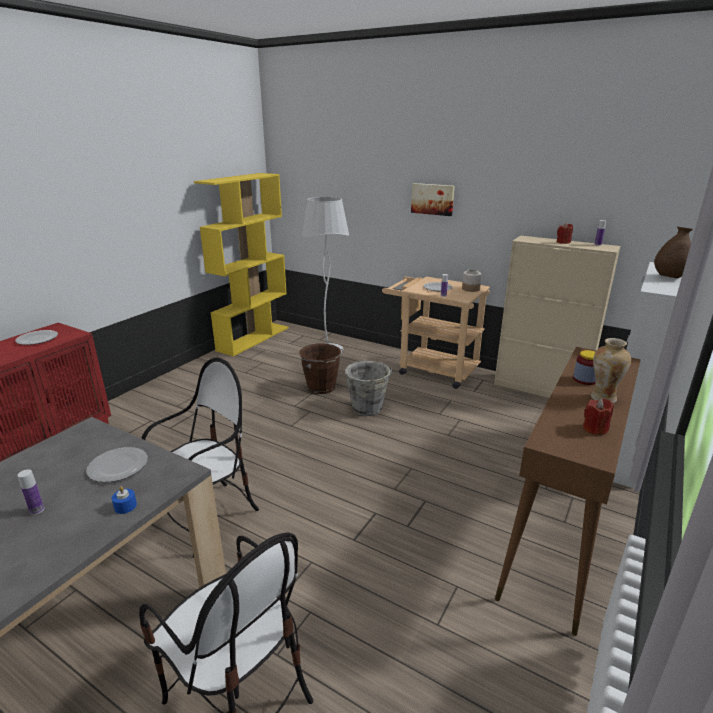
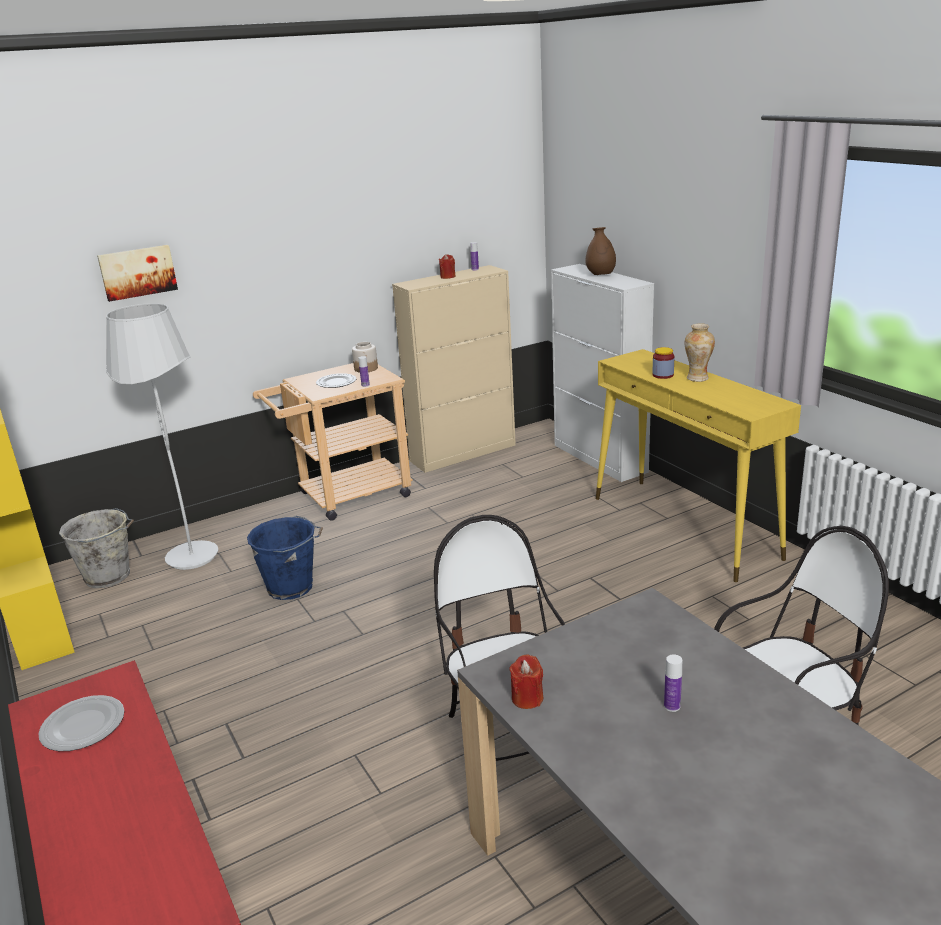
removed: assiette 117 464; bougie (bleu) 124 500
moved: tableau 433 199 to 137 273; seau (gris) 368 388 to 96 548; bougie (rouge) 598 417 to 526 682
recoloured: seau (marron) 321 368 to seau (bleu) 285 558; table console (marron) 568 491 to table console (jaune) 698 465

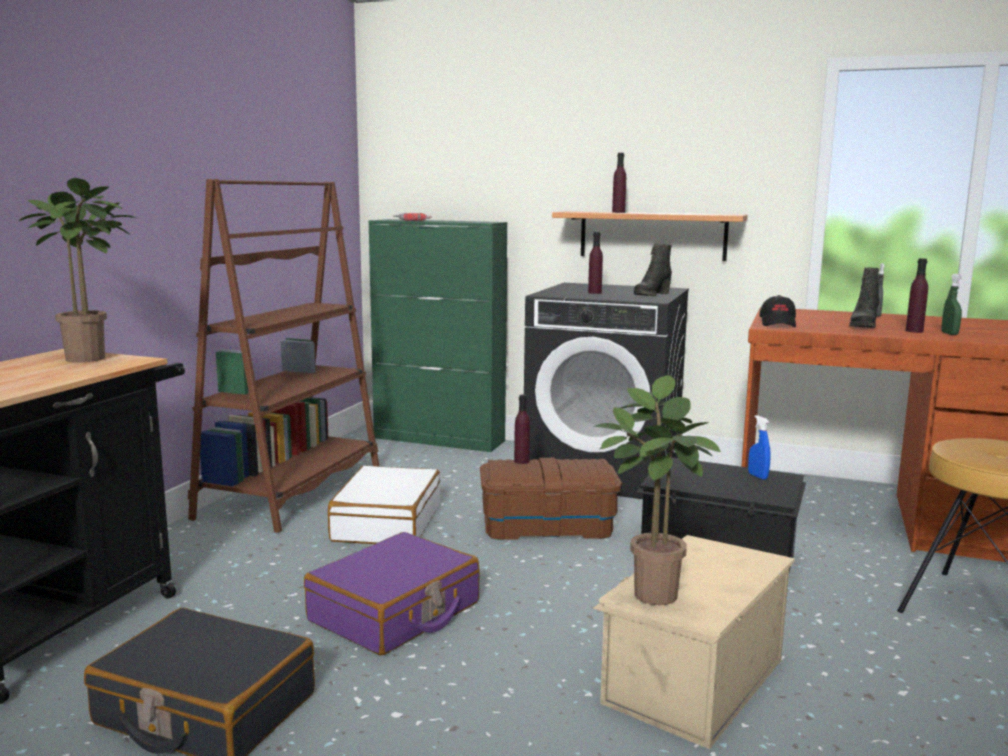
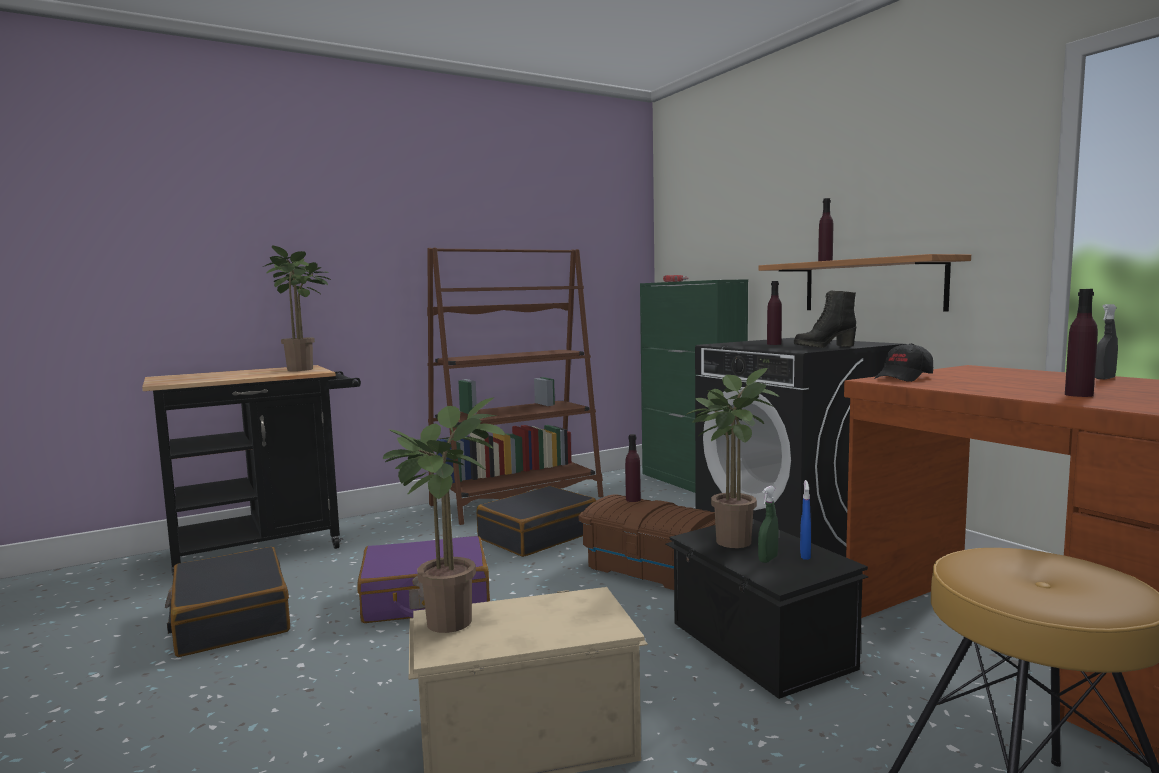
removed: botte (noir) 864 297
added: plante en pot 733 458
moved: vaporisateur (vert) 953 304 to 768 524
recoloured: valise (blanc) 384 505 to valise (noir) 536 521

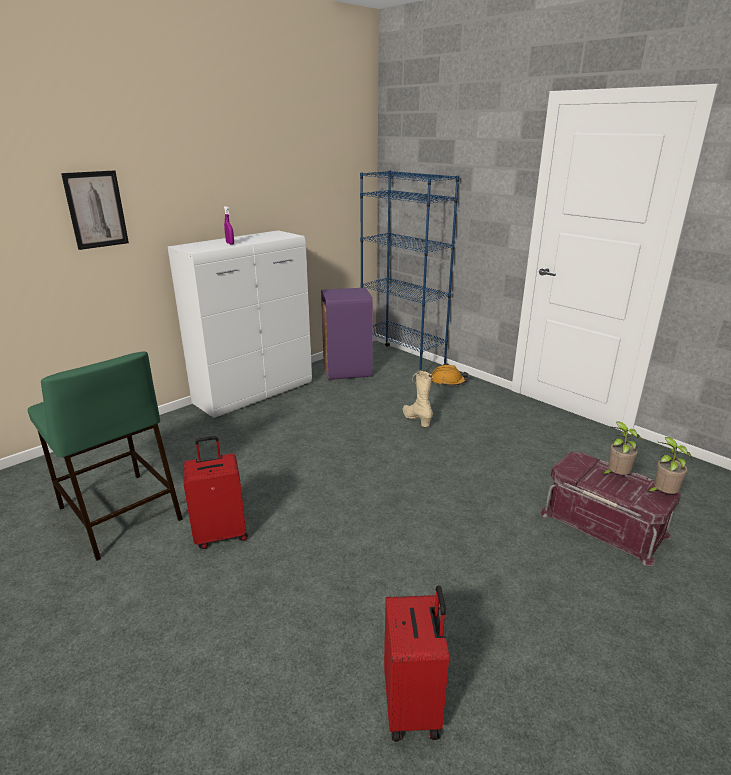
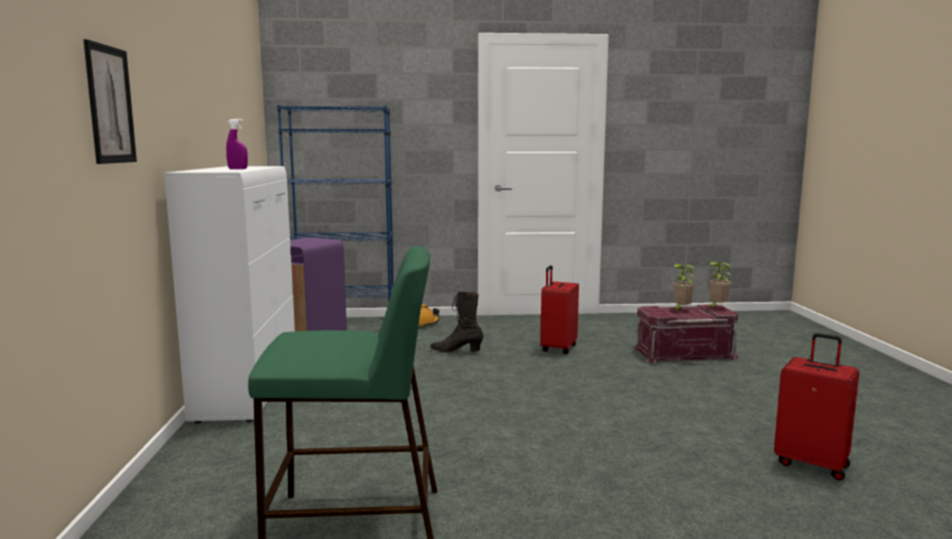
moved: valise (rouge) 215 492 to 559 309
recoloured: botte (beige) 418 398 to botte (noir) 457 322

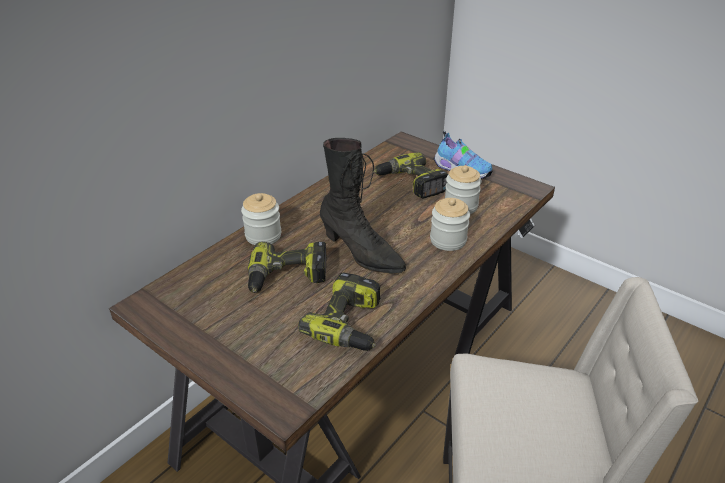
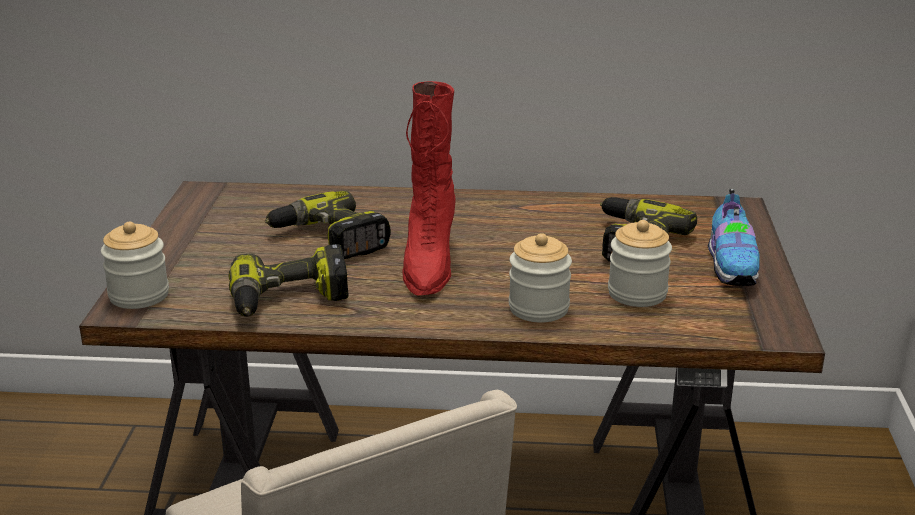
moved: bocal 261 219 to 135 265
recoloured: botte (noir) 363 206 to botte (rouge) 429 188

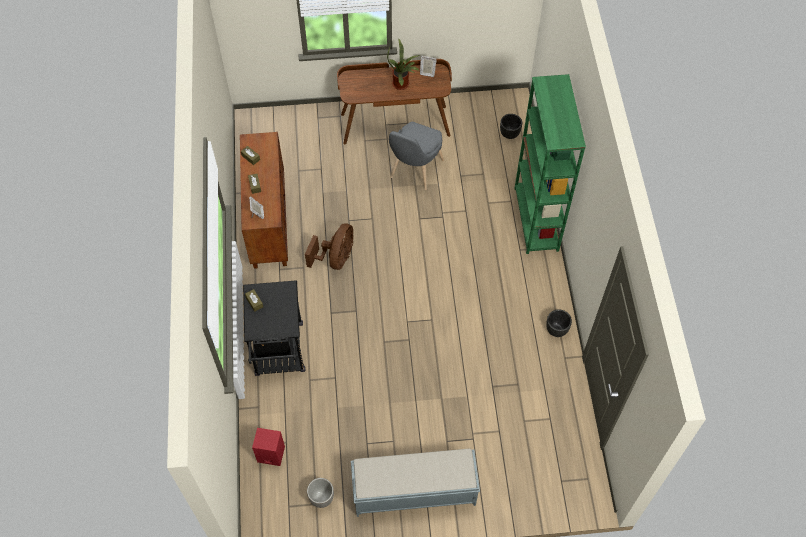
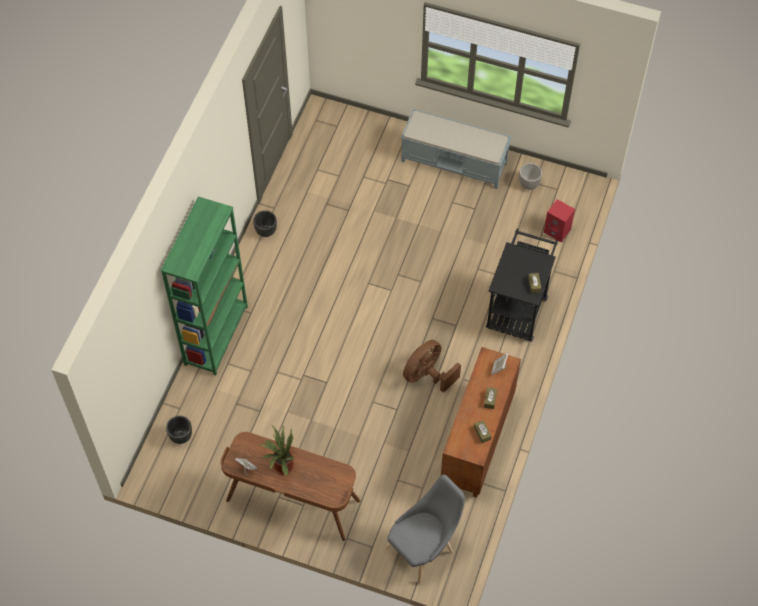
moved: chaise (gris) 416 156 to 425 530

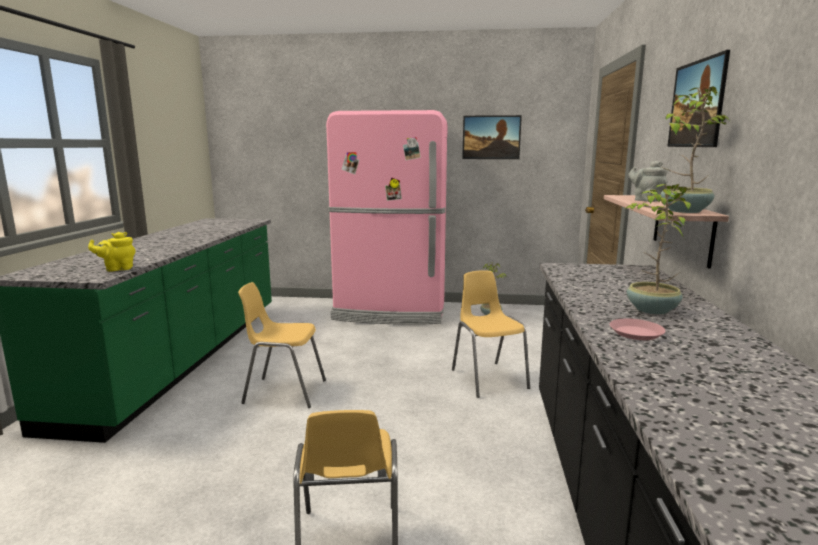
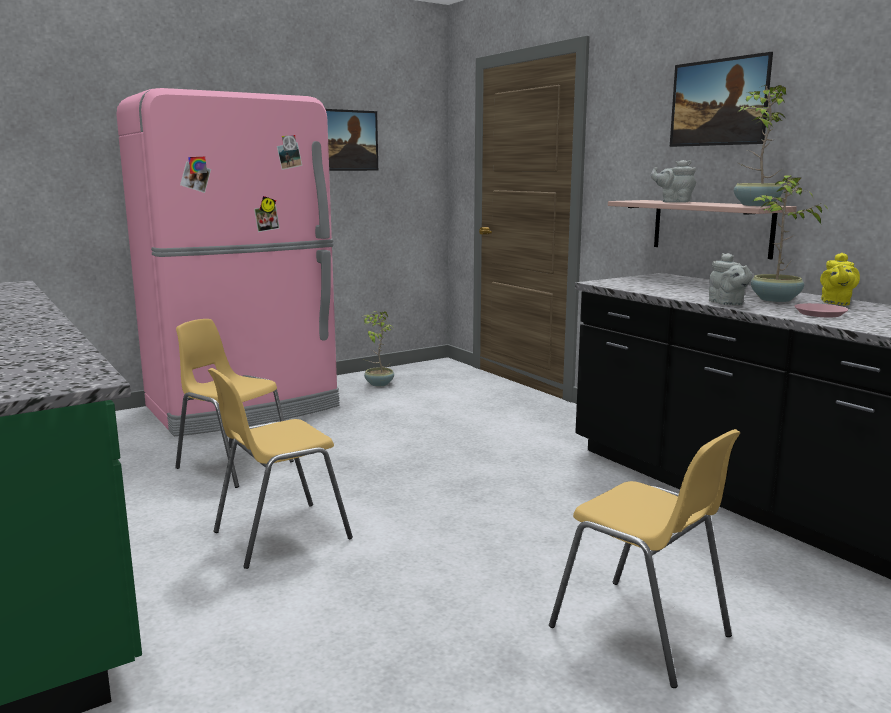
added: théière (gris) 731 279
moved: théière (jaune) 112 252 to 840 279; chaise (jaune) 491 334 to 234 403

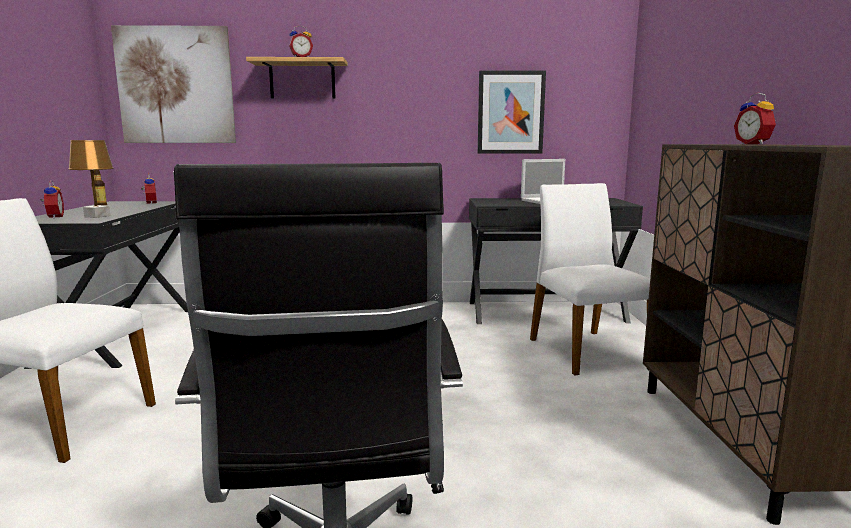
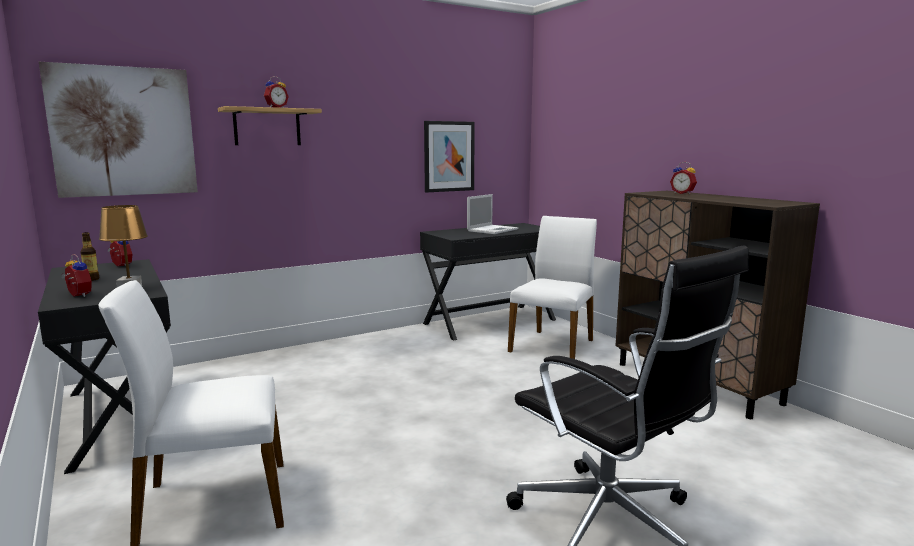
turned: chaise (blanc) 590 279 = 552 287 75 degrees clockwise

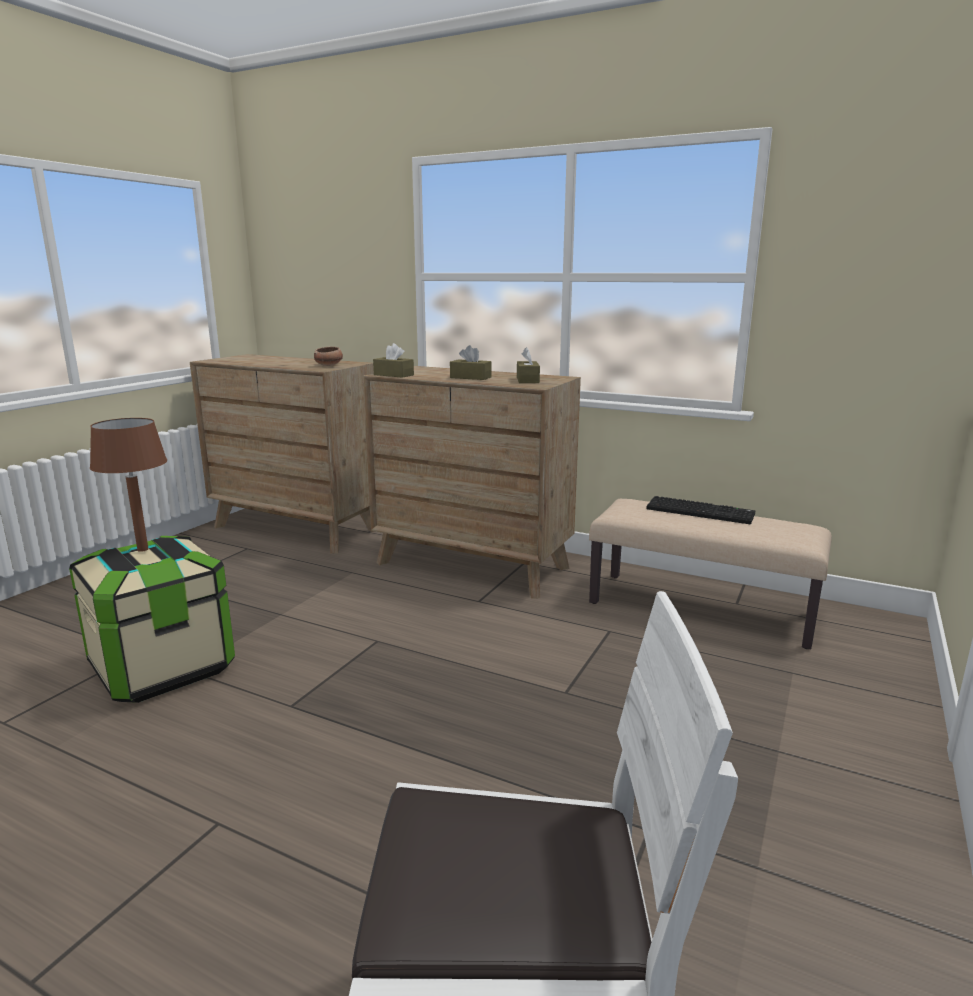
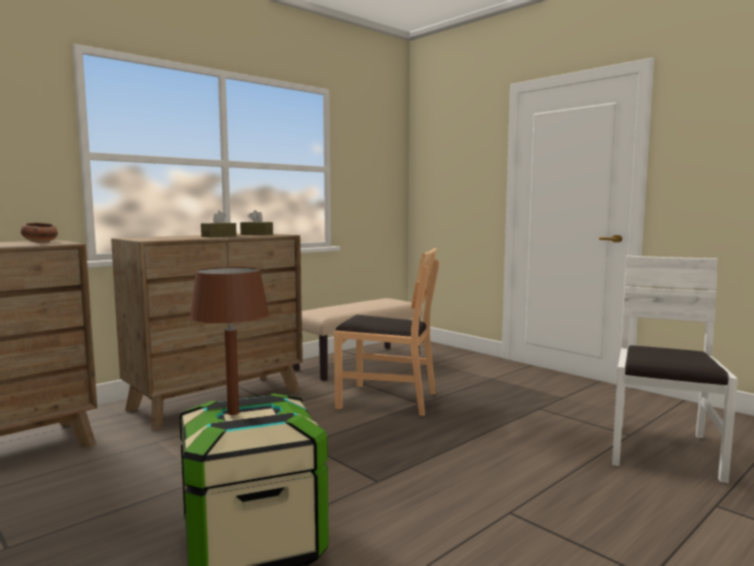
removed: boîte à mouchoirs (marron) 393 360; clavier 701 510
added: chaise (marron) 386 332

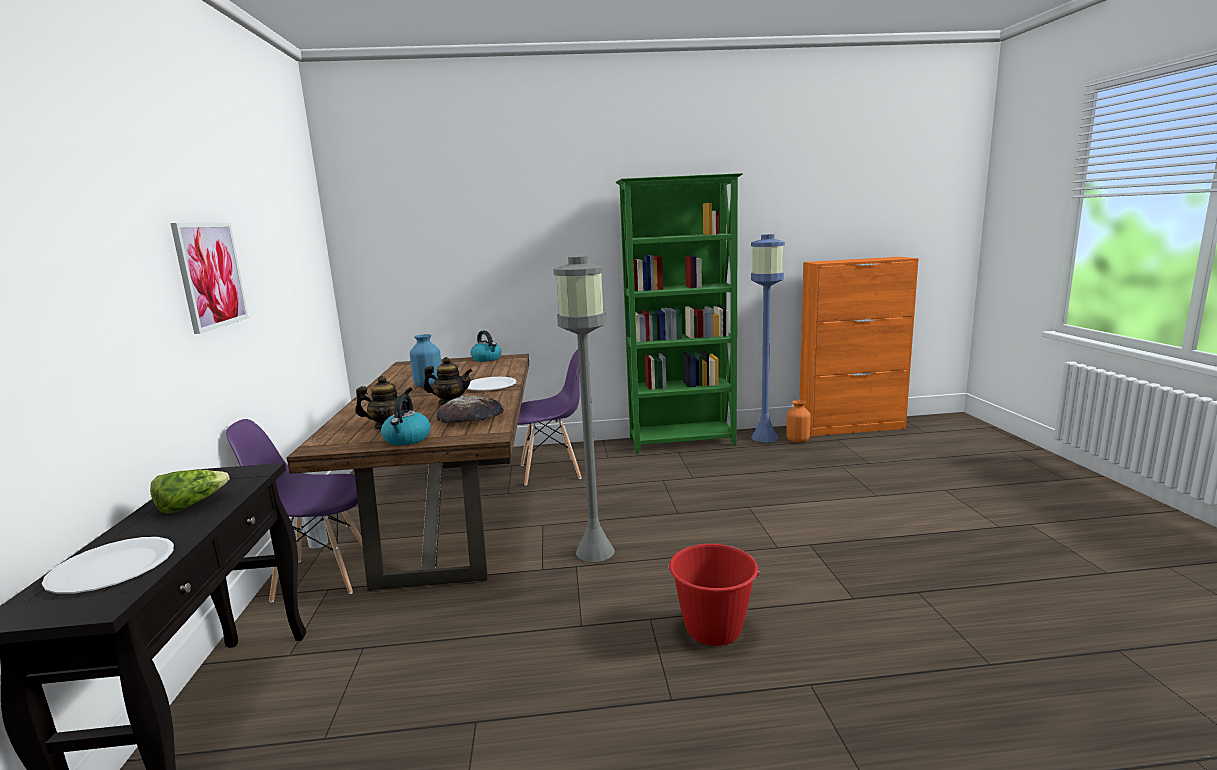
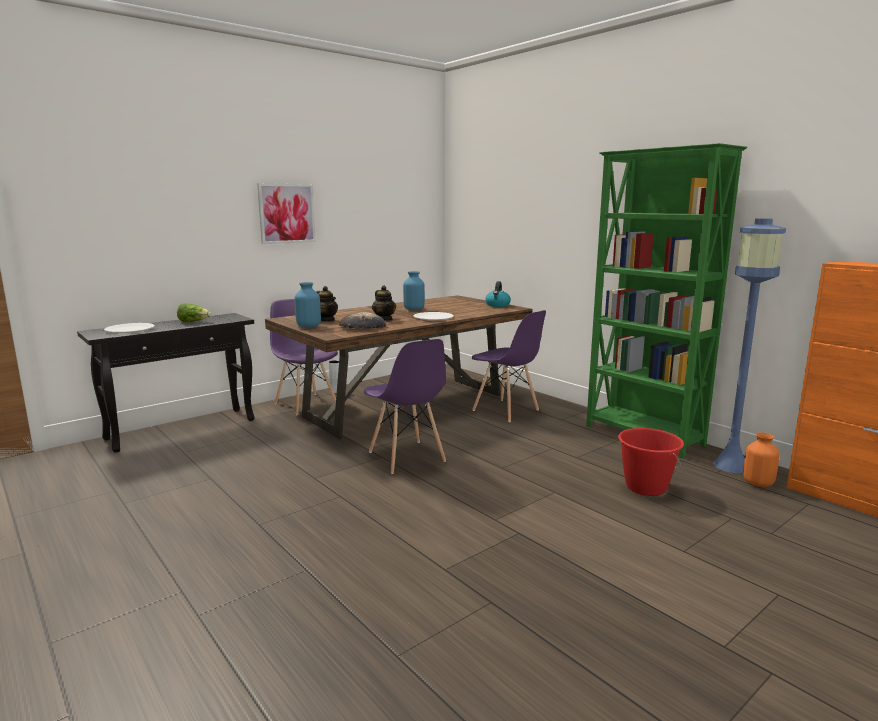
moved: seau (rouge) 714 595 to 651 462
replaced: lampadaire (gris) 584 409 to chaise (violet) 405 406; bouilloire 406 420 to vase (bleu) 308 305

